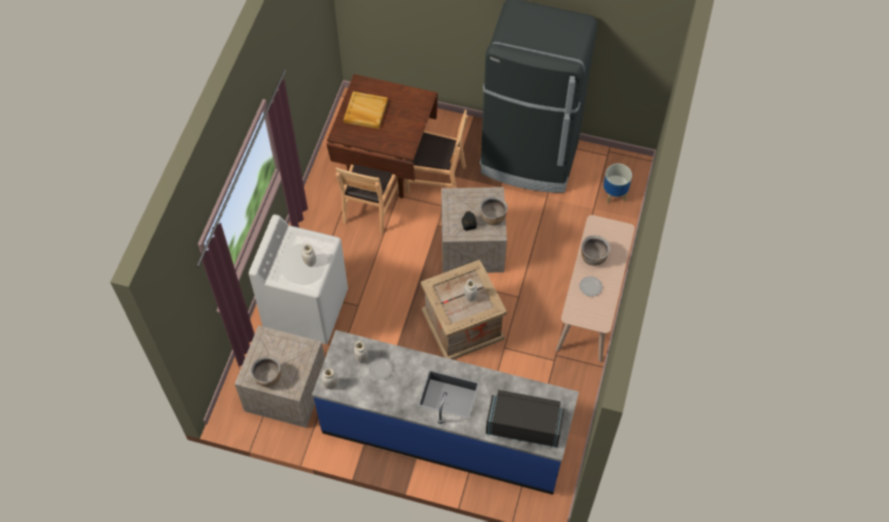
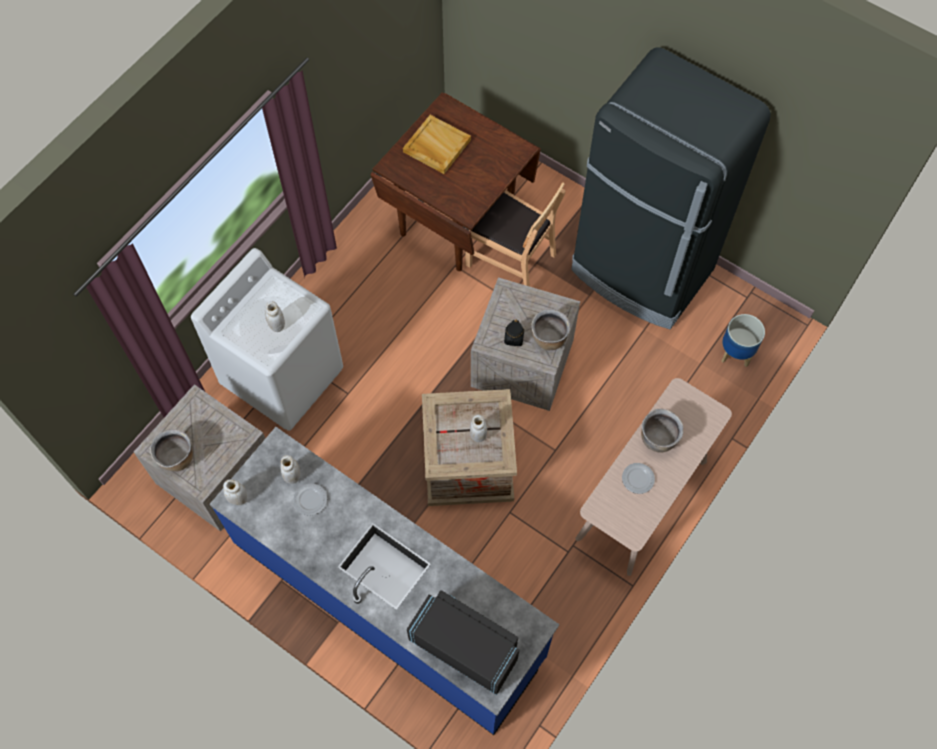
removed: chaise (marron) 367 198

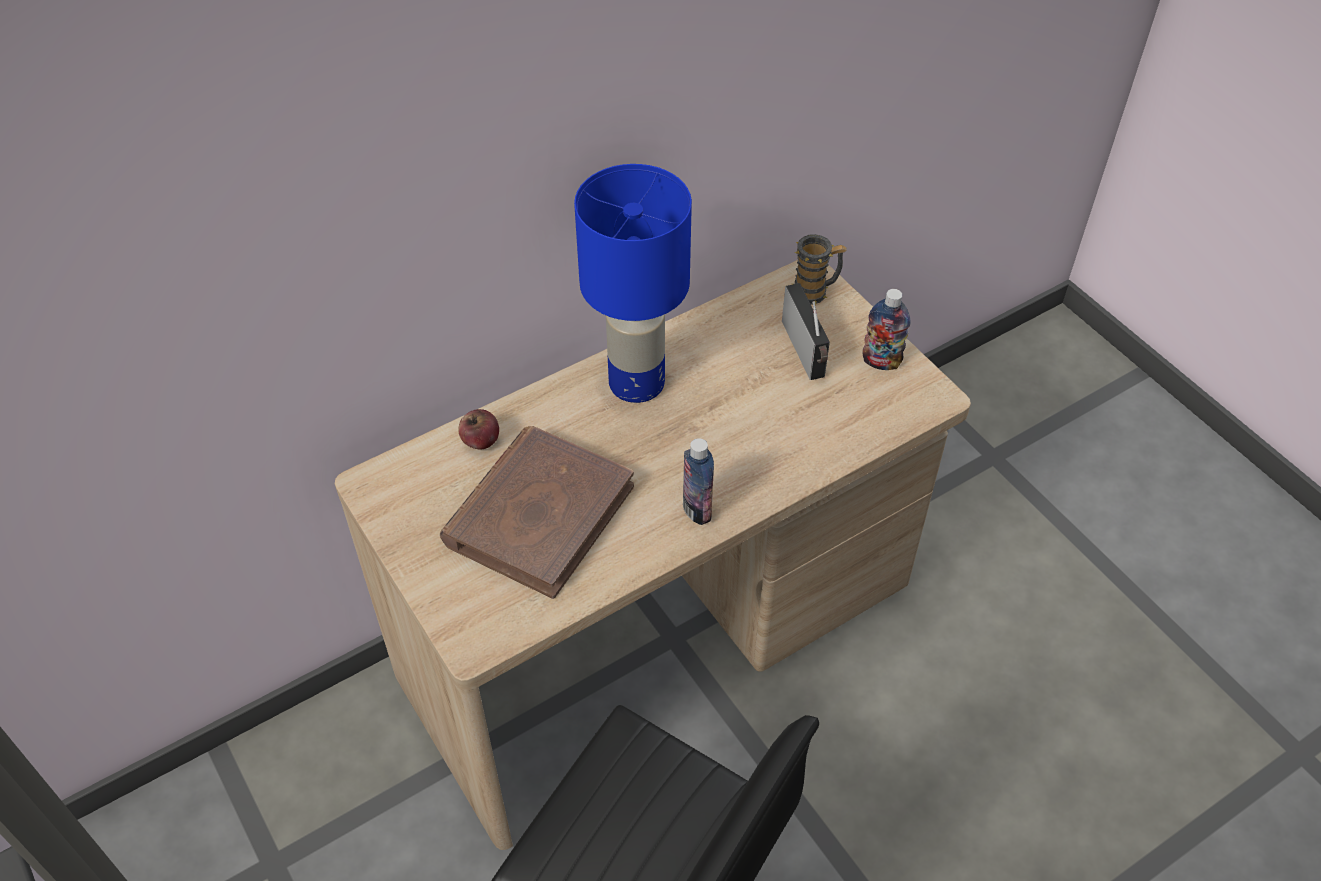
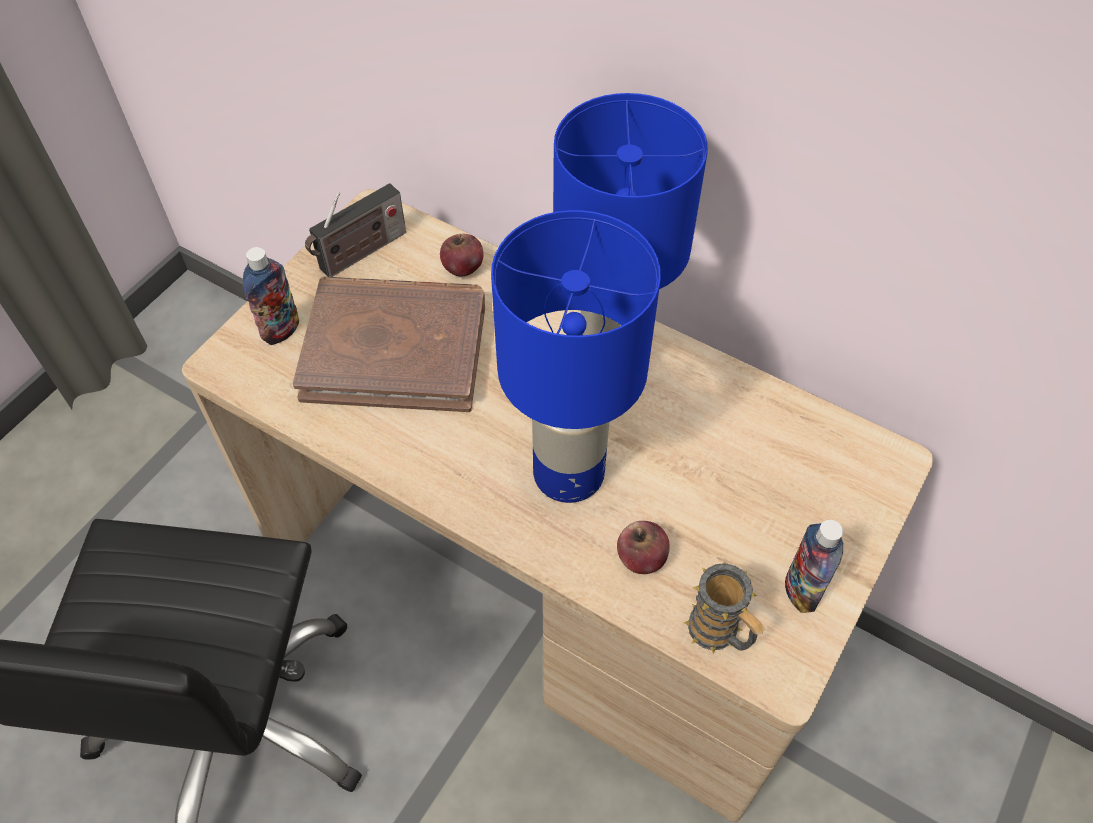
added: lampe de table (bleu) 576 356; pomme 643 547
moved: mug 819 269 to 724 607; radio 806 331 to 355 230; bouteille 698 481 to 271 296

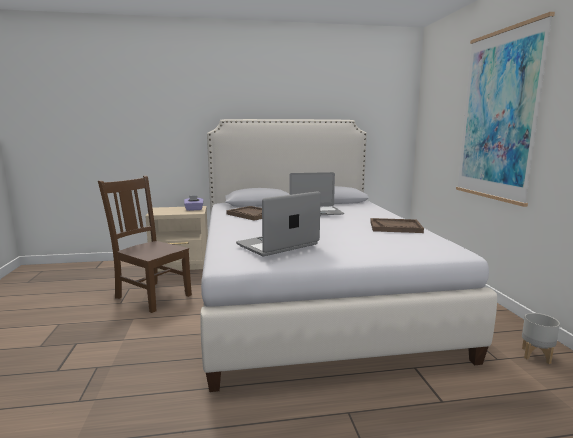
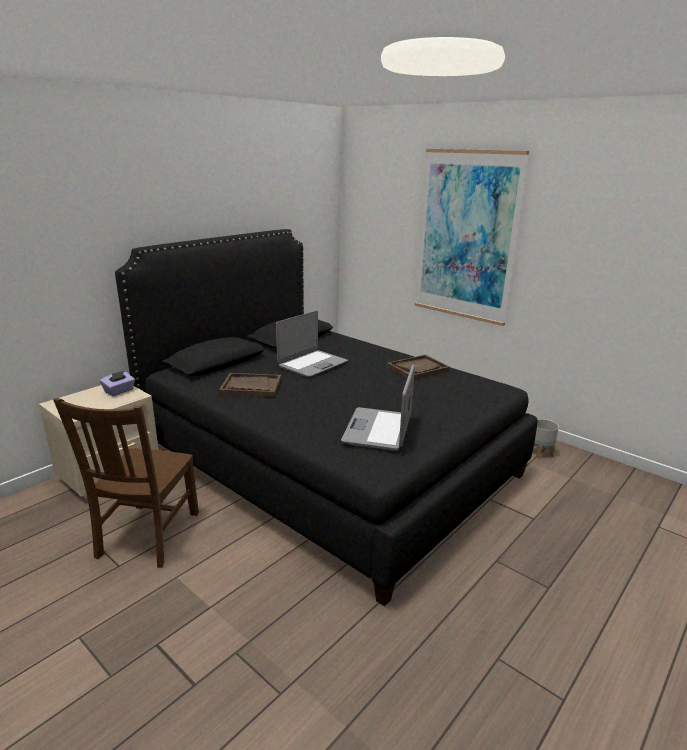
recoloured: lit (blanc) 348 255 to lit (noir) 326 418
turned: chaise (marron) 145 244 = 126 483 75 degrees counterclockwise

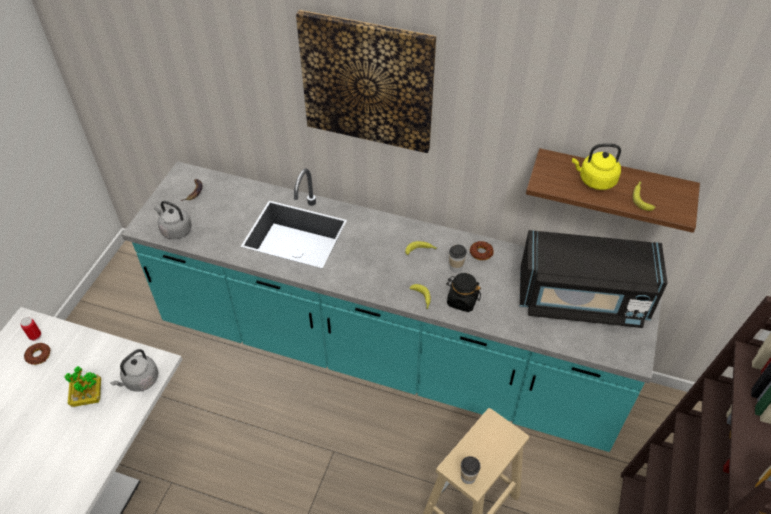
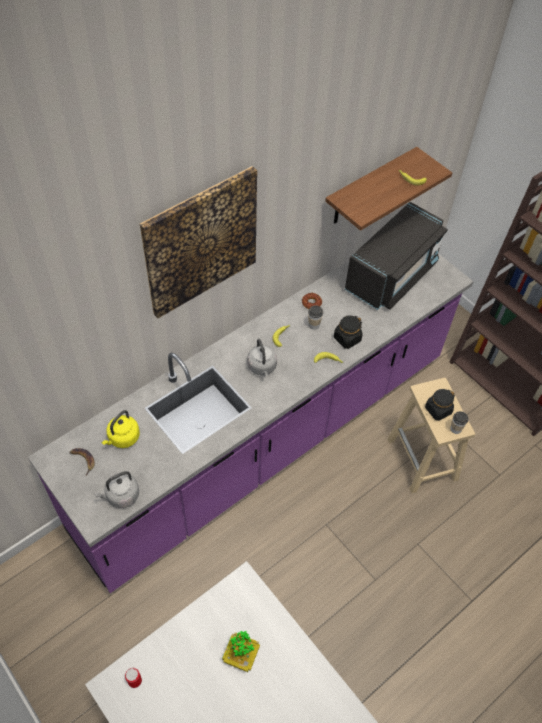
removed: beignet 37 354
added: bocal (noir) 440 405
moved: bouilloire (jaune) 596 166 to 120 429; bouilloire (gris) 134 370 to 262 357
recoloured: comptoir de cuisine (turquoise) 391 306 to comptoir de cuisine (violet) 250 423

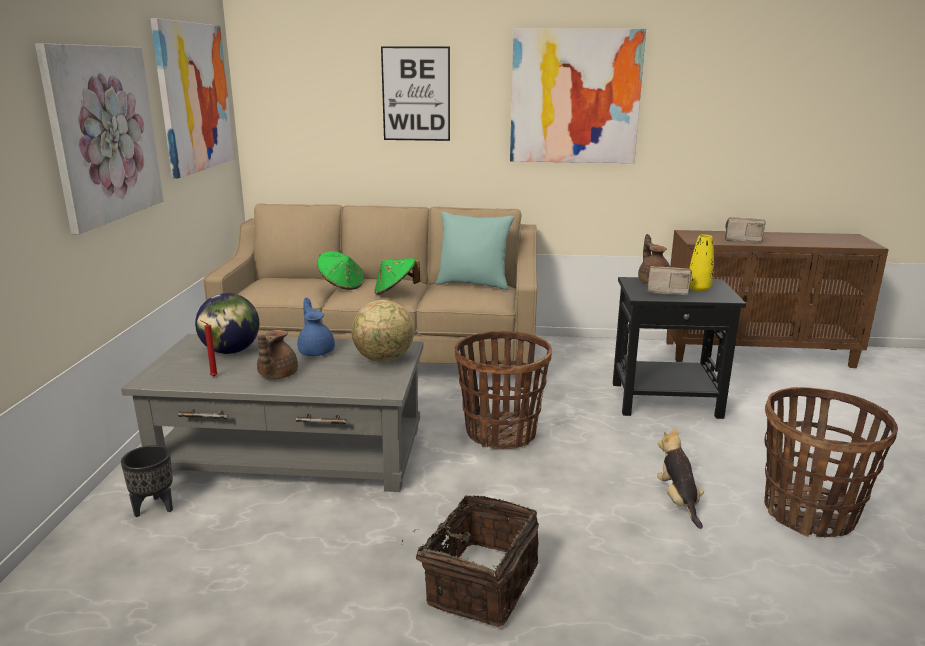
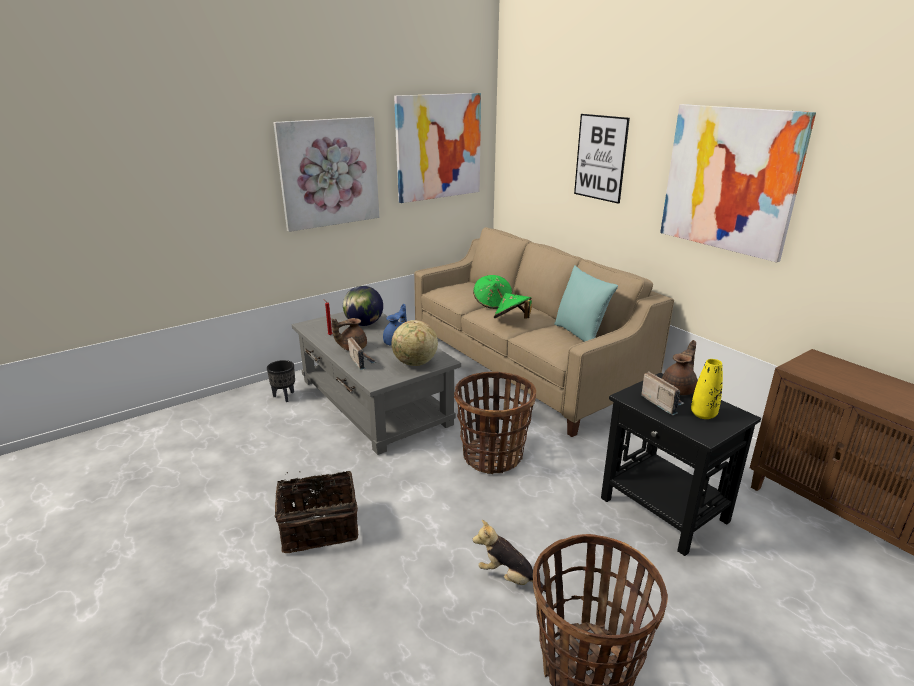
moved: radio 745 229 to 362 353
turned: peluche 680 478 = 509 556 105 degrees counterclockwise

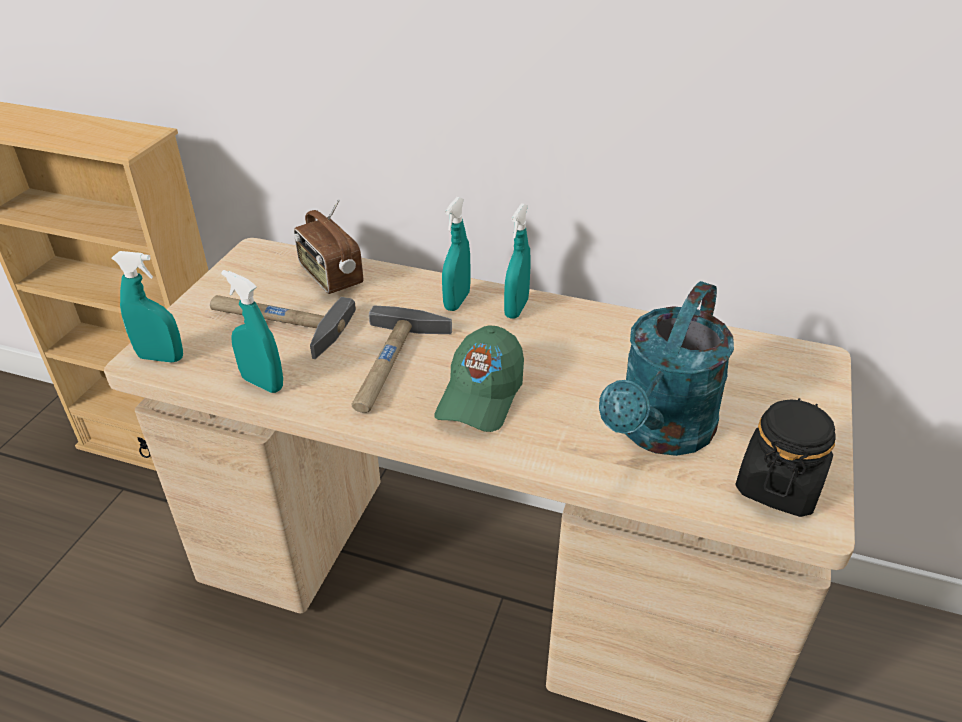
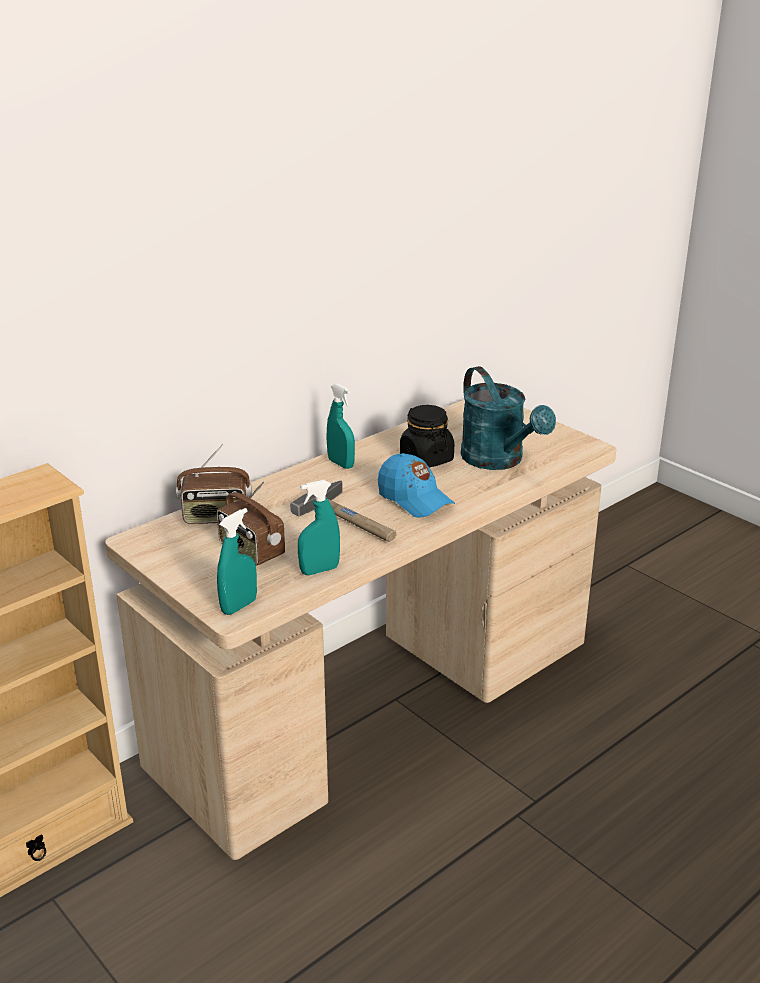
removed: vaporisateur (turquoise) 456 254
moved: bocal (noir) 785 457 to 427 436
replaced: marteau 283 327 to radio 251 523
recoloured: casquette (vert) 479 378 to casquette (bleu) 416 485

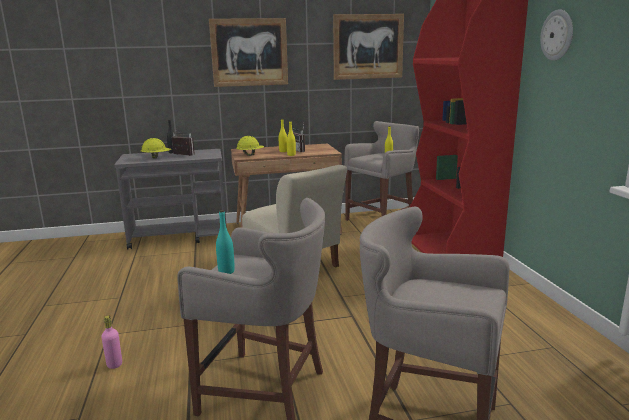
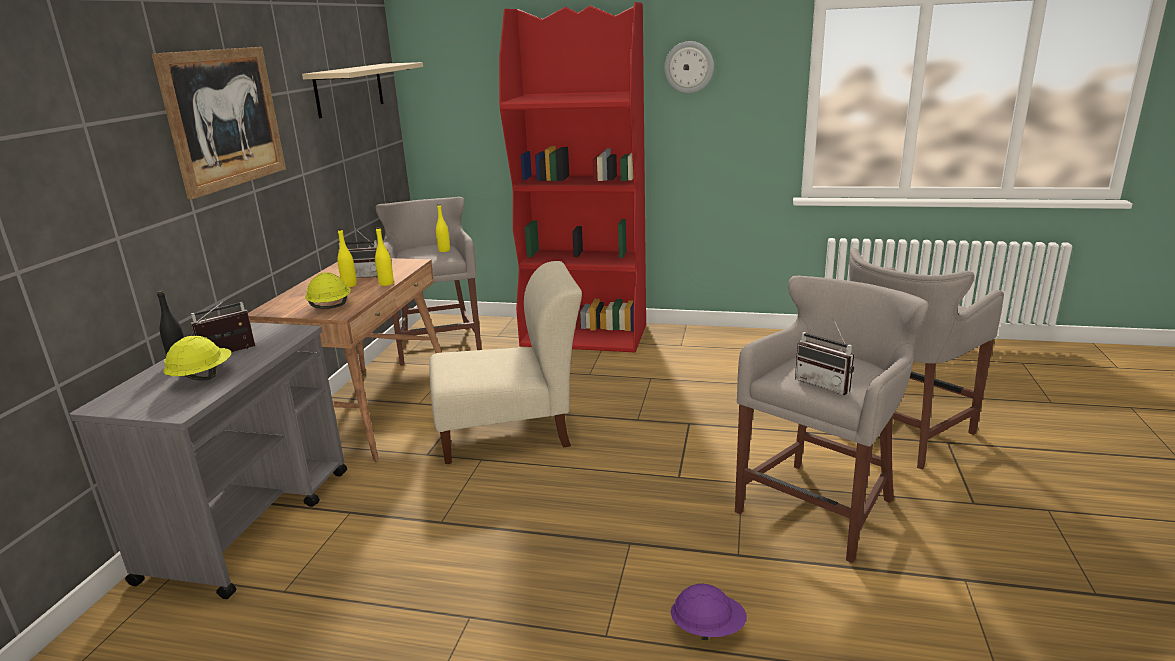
replaced: tableau 368 47 to étagère (beige) 362 90; bouteille (turquoise) 225 242 to radio 824 356; bouteille (rose) 111 342 to casque de chantier (violet) 709 612

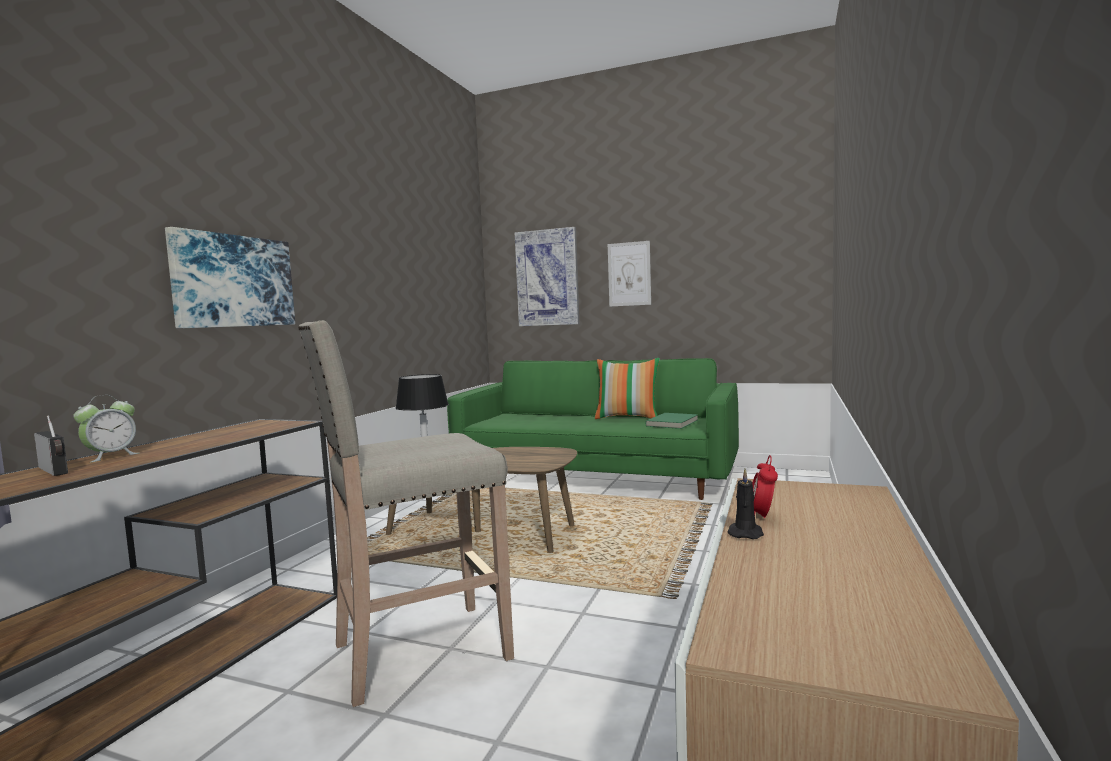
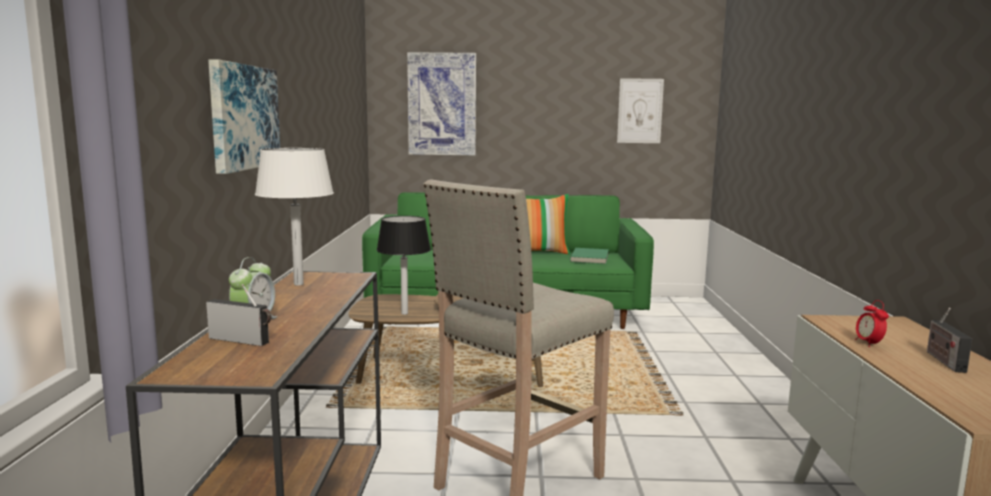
removed: bougie (noir) 746 503
added: lampe de table (blanc) 294 217; radio 949 340
moved: tableau 629 274 to 640 110

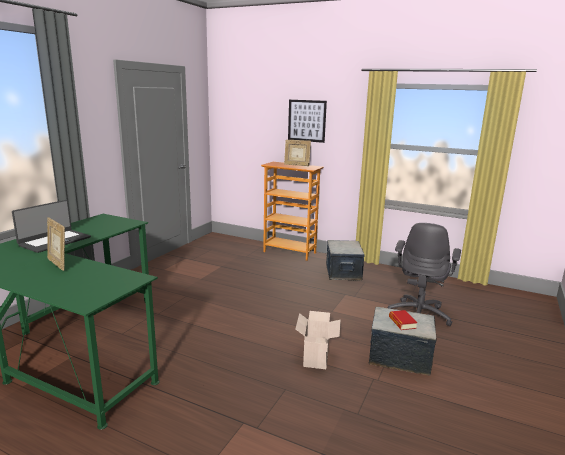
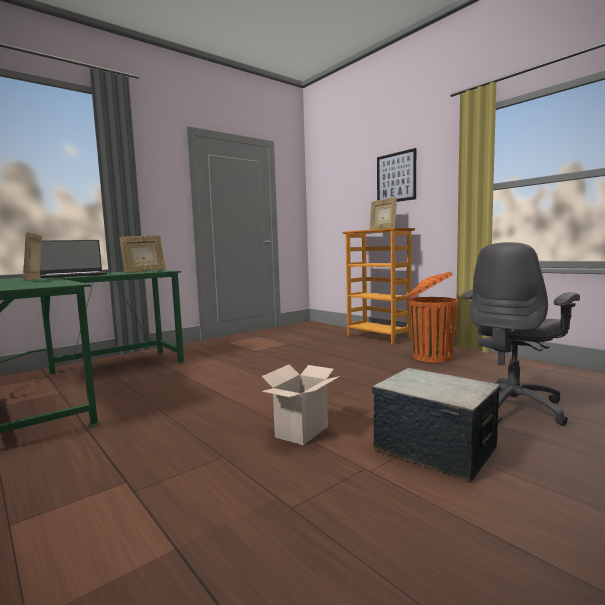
removed: livre 403 320
added: cadre photo 142 254
replaced: boîte de rangement 345 260 to poubelle (orange) 432 316

